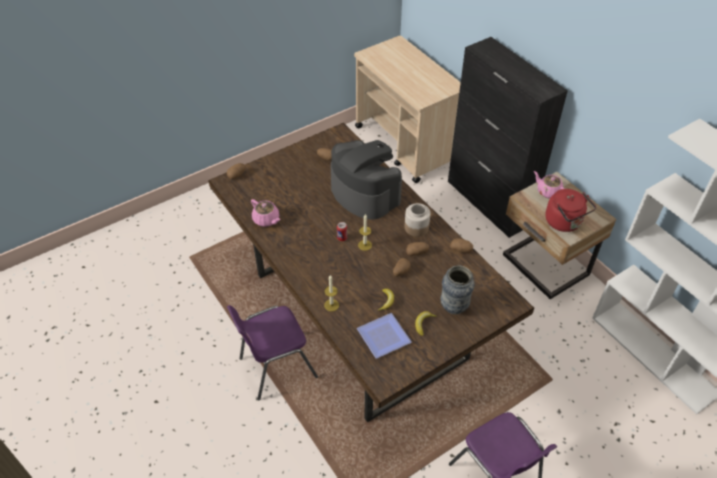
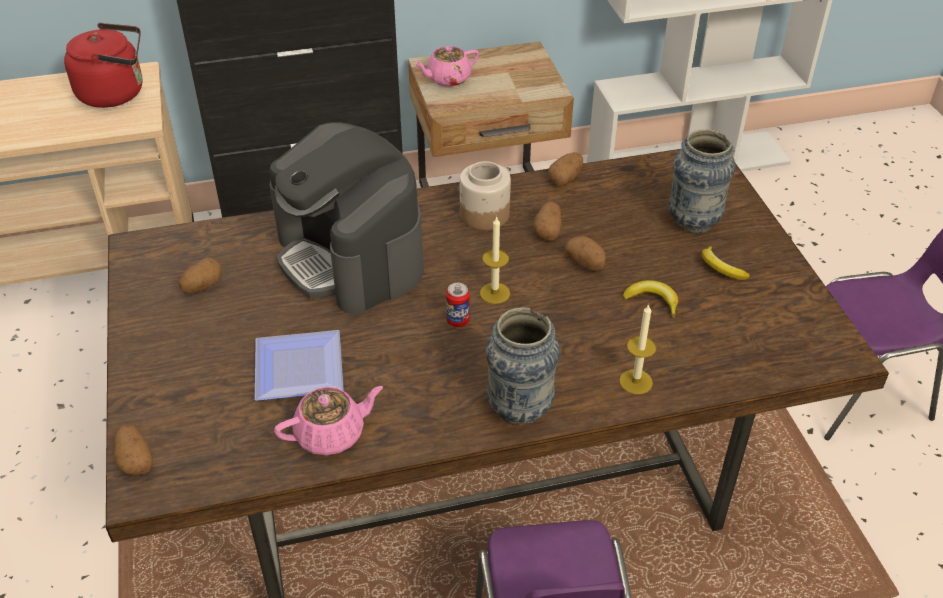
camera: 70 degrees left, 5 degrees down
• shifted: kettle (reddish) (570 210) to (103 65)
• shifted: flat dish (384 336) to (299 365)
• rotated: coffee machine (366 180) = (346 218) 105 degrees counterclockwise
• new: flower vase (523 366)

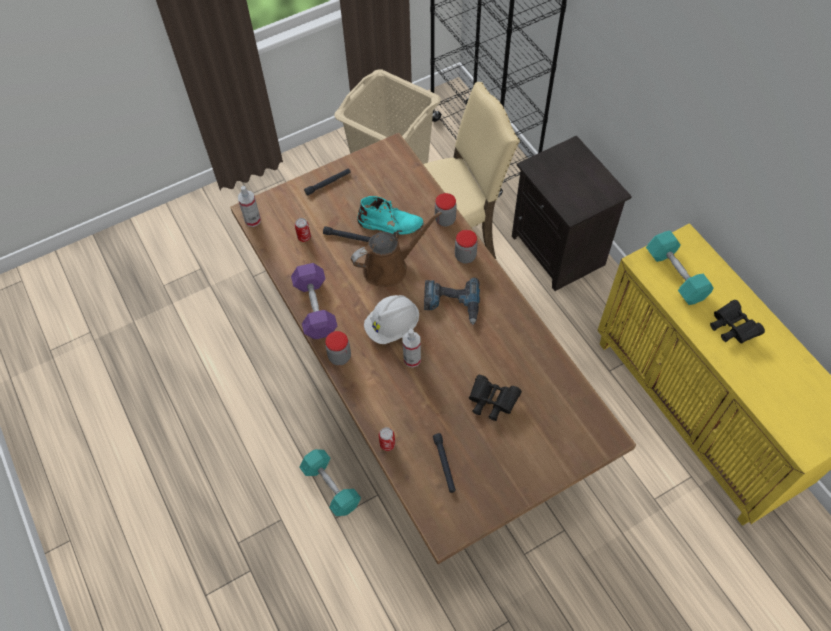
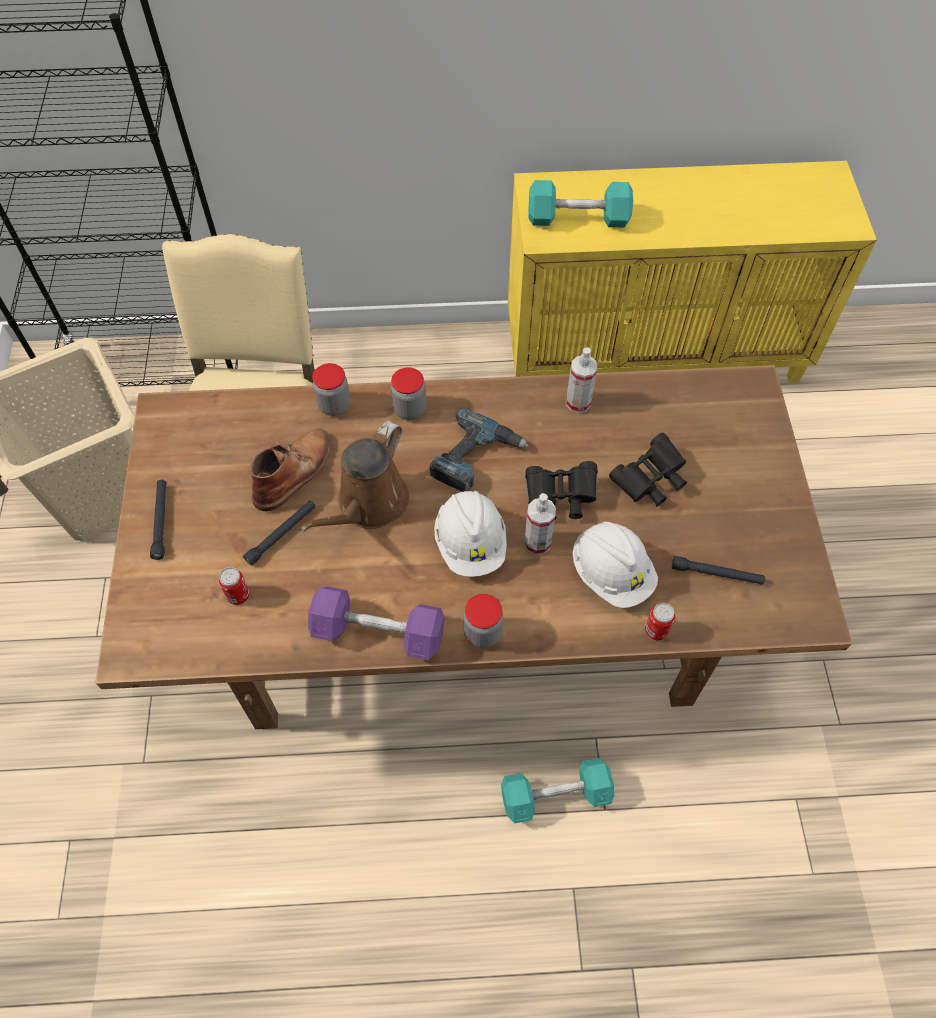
camera: 65 degrees left, 0 degrees up
• repainted: tall boot (blue-green) (390 215) to tall boot (brown) (290 469)
• rotated: sprinkling can (brown) (396 249) = (354 476) 150 degrees counterclockwise
• shifted: pair of binoculars (black) (737 321) to (561 490)
• shifted: sprayer (249 206) to (581 380)
• new: work helmet (whitish) (615 565)
• gone: bedside table (black) (572 213)

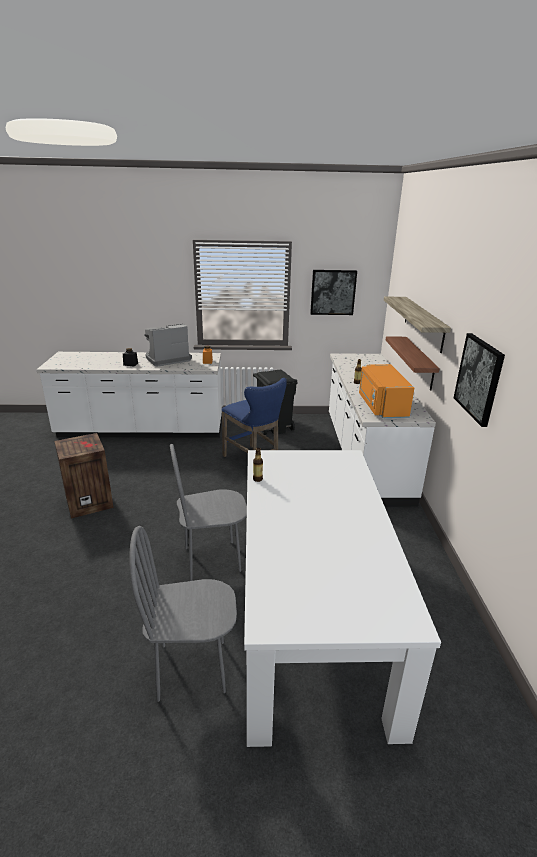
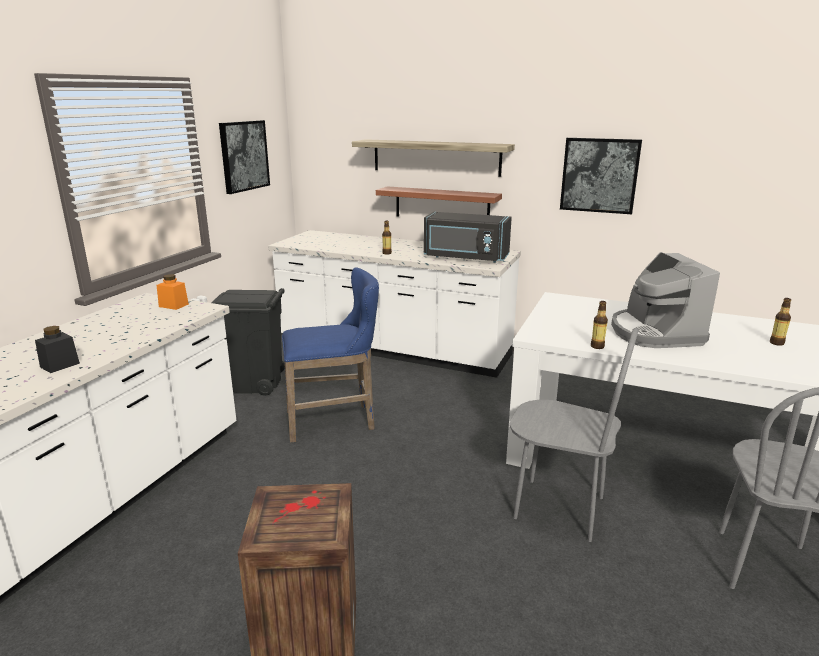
camera: 65 degrees left, 5 degrees down
• repainted: microwave oven (orange) (386 391) to microwave oven (black) (468 237)
• rotated: upright chair (grey) (208 512) = (574 435) 75 degrees counterclockwise
• shifted: coffee machine (168 345) to (665 300)
• new: bottle (780 322)

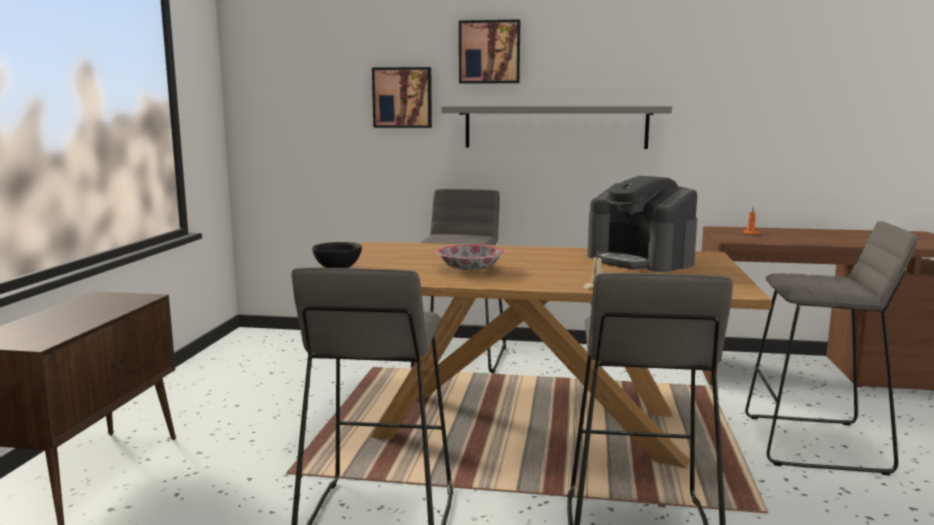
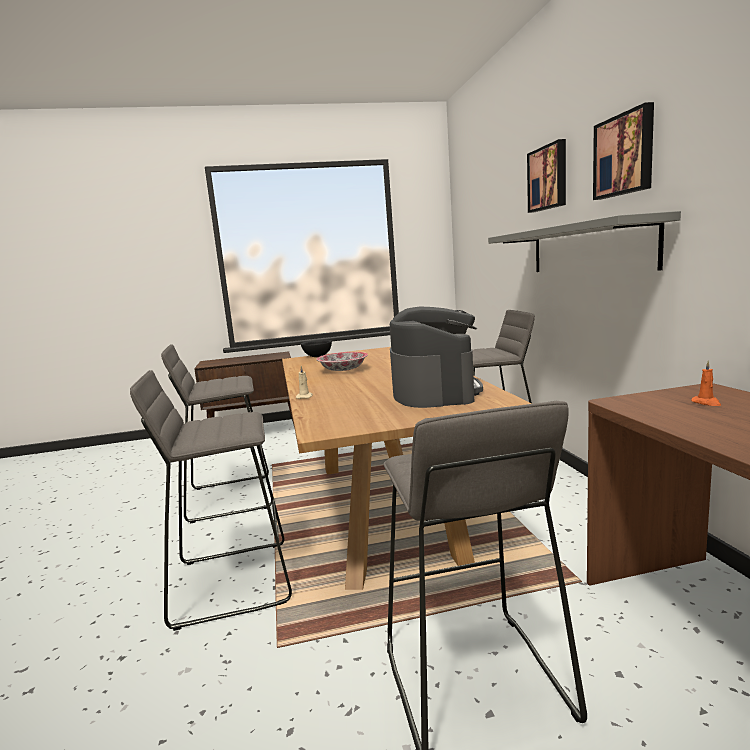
camera: 70 degrees right, 0 degrees up
• rotated: coffee machine (642 224) = (436 357) 150 degrees clockwise
• shifted: wall picture (402 97) to (623 151)

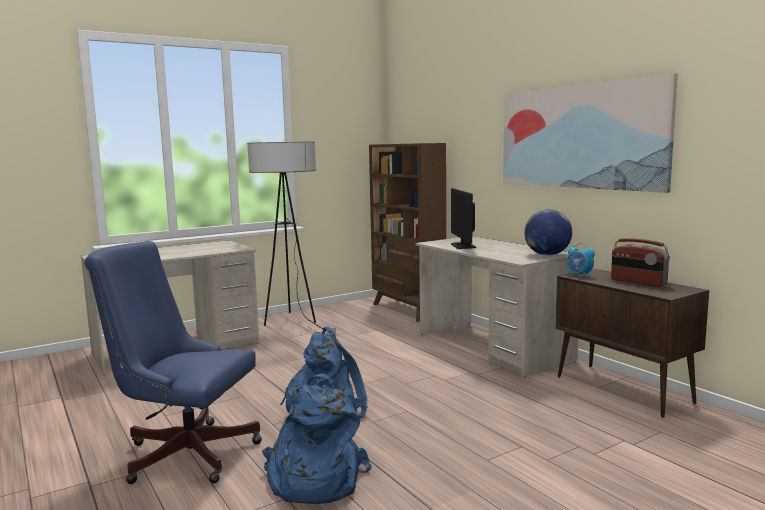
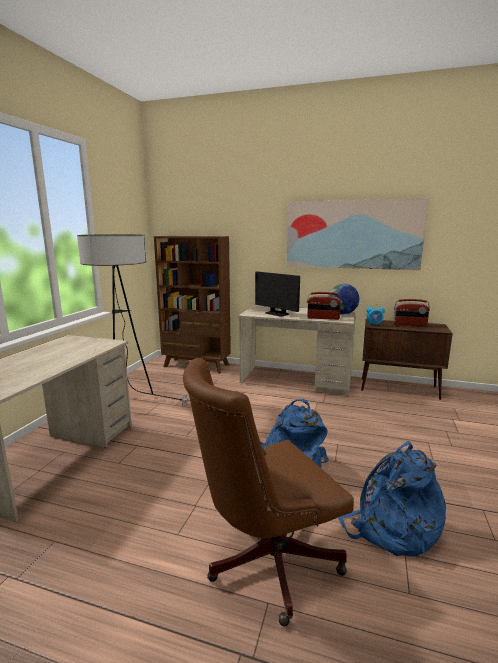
camera: 40 degrees left, 5 degrees up
• repainted: office chair (blue-coloured) (173 362) to office chair (brown) (268 492)
• new: radio set (324 306)

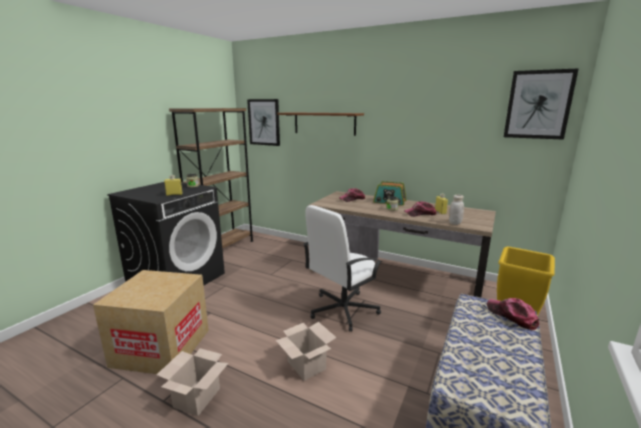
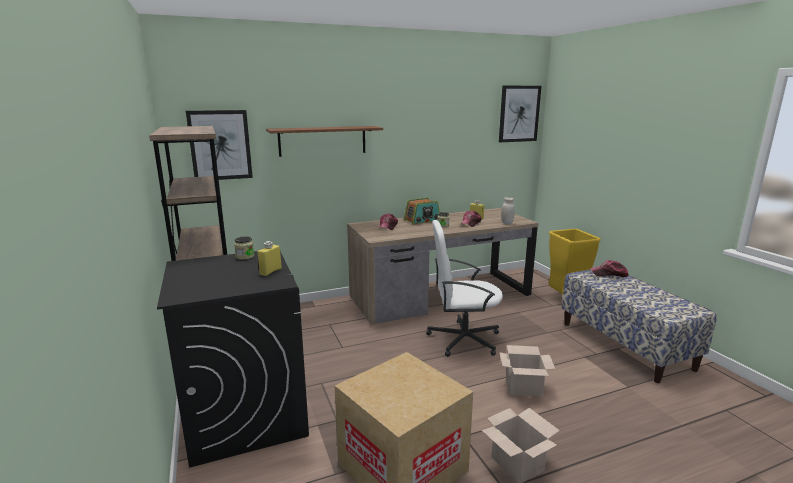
camera: 50 degrees left, 0 degrees up
• rotated: office chair (whitish) (343 268) = (464 288) 90 degrees clockwise

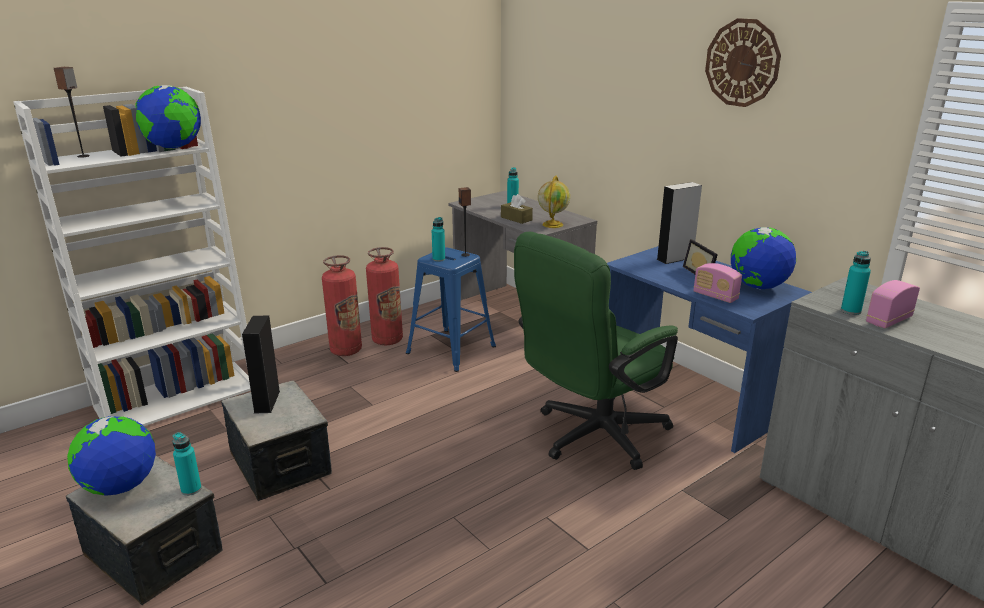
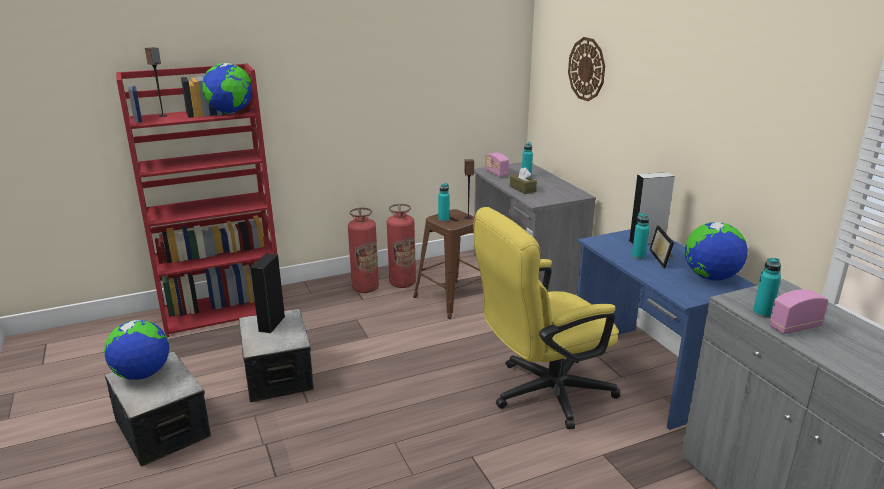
camera: 15 degrees right, 0 degrees up
• repainted: bookshelf (whitish) (132 256) to bookshelf (reddish) (200 200)
• repainted: stool (blue-coloured) (451 310) to stool (brown) (447 264)
• repainted: office chair (greenish) (596 351) to office chair (yellow) (547 318)
• shifted: radio set (718 283) to (497 164)
• shifted: wall clock (743 62) to (586 69)
• shifted: bottle (blue-green) (187 464) to (641 236)
• gone: globe (554 202)

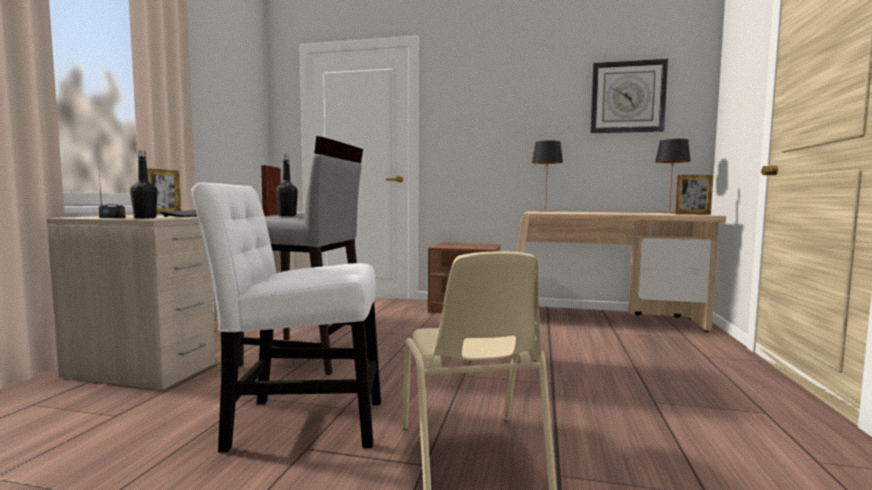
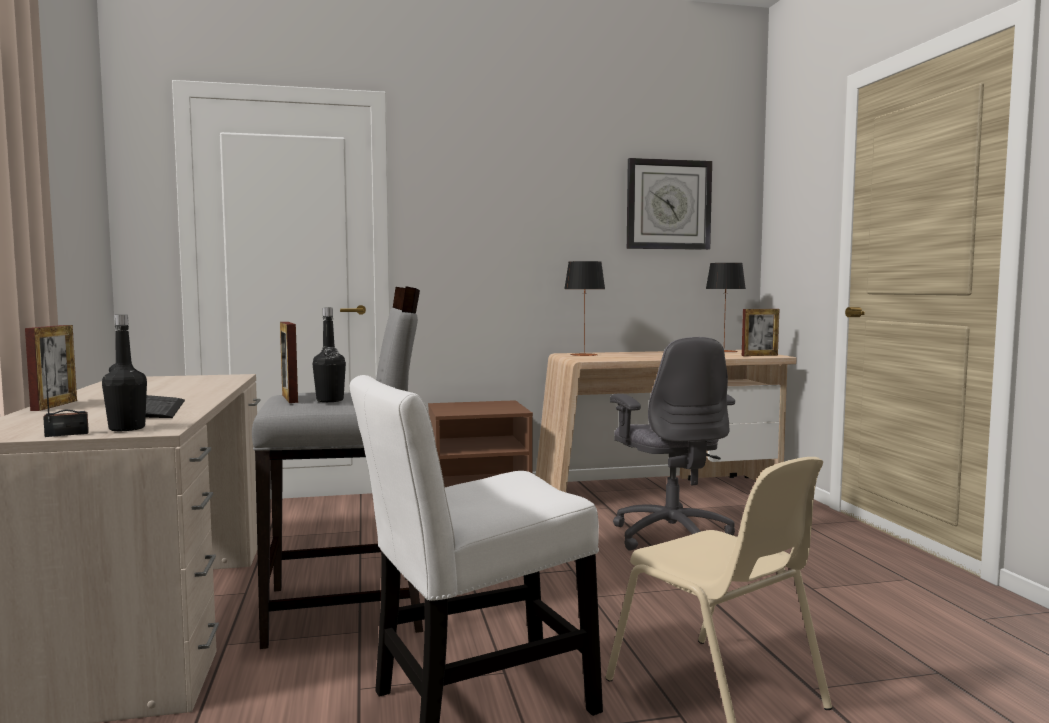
camera: 25 degrees left, 0 degrees up
• new: office chair (grey) (672 444)

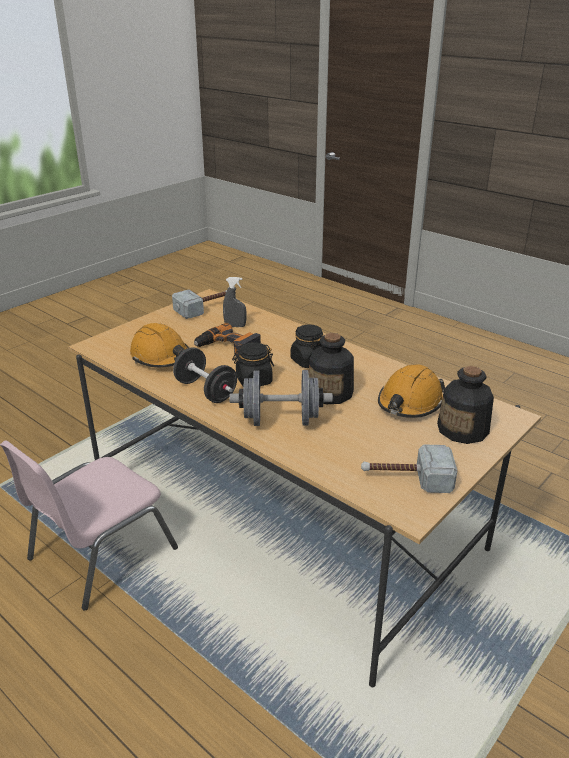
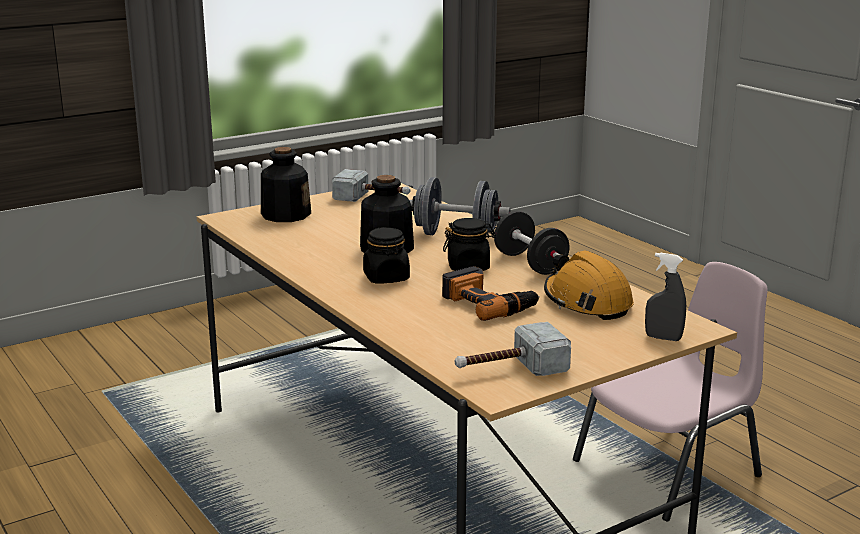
camera: 165 degrees left, 10 degrees down
• shifted: sprayer (grey) (234 302) to (665 297)
• gone: work helmet (orange) (411 391)

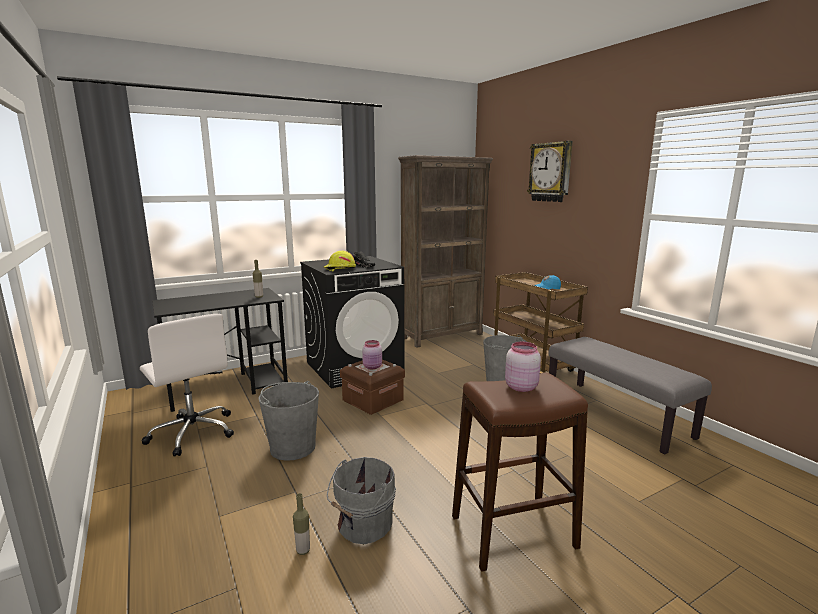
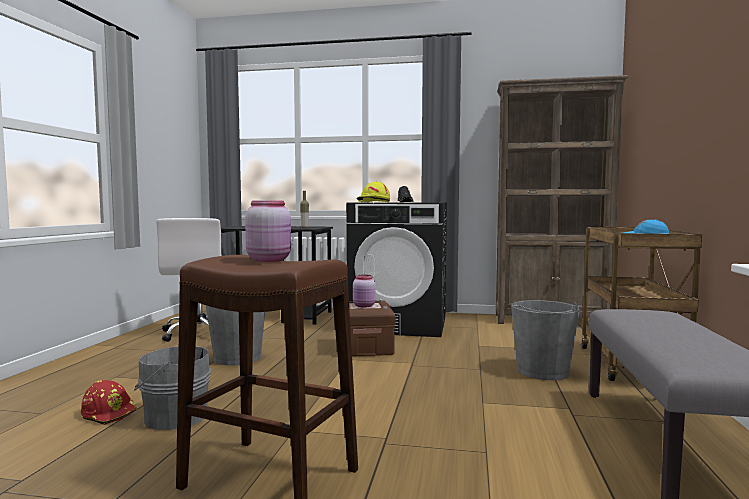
camera: 40 degrees right, 10 degrees down
• swapped: bottle (301 524) to work helmet (reddish) (109 402)
• gone: wall clock (550 171)

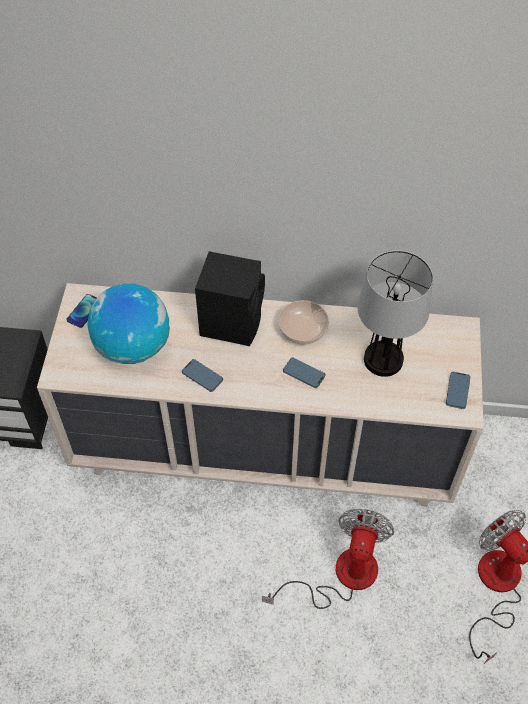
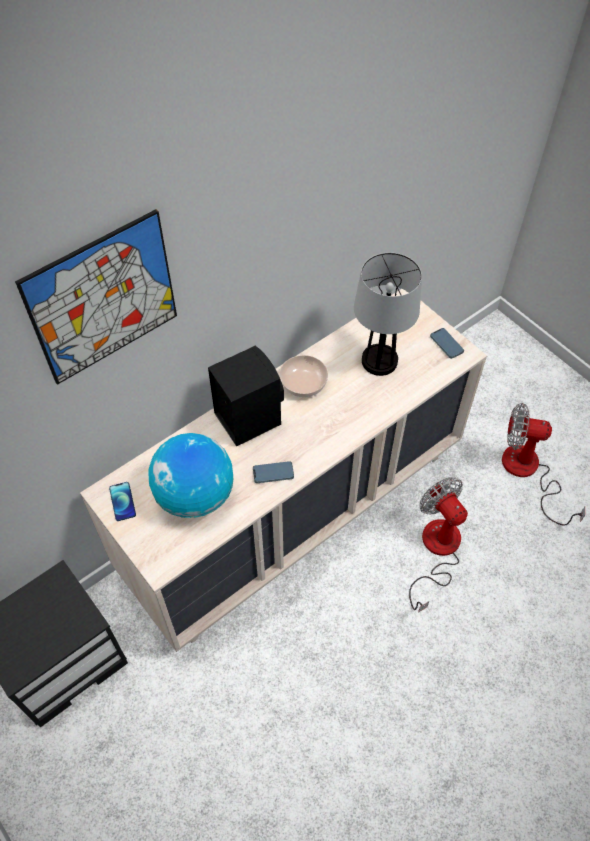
camera: 45 degrees left, 0 degrees up
• new: wall picture (96 297)
• gone: handset (304 372)

